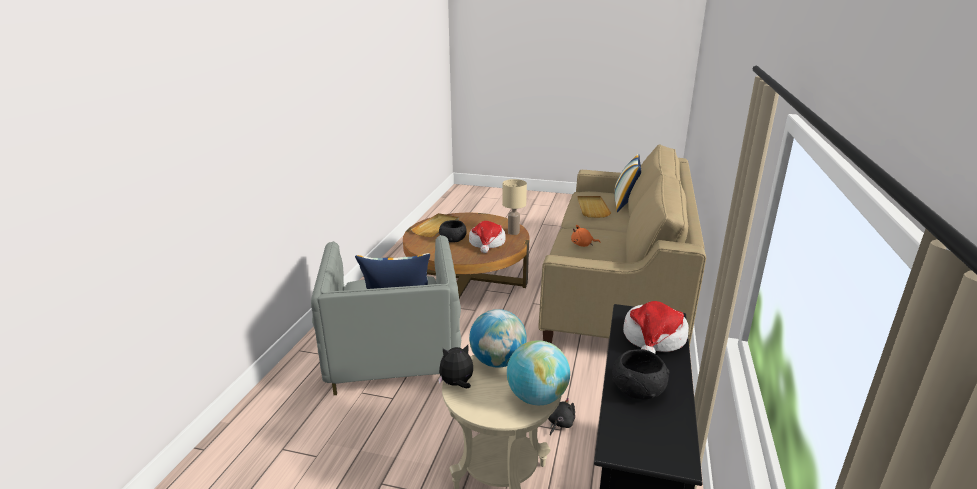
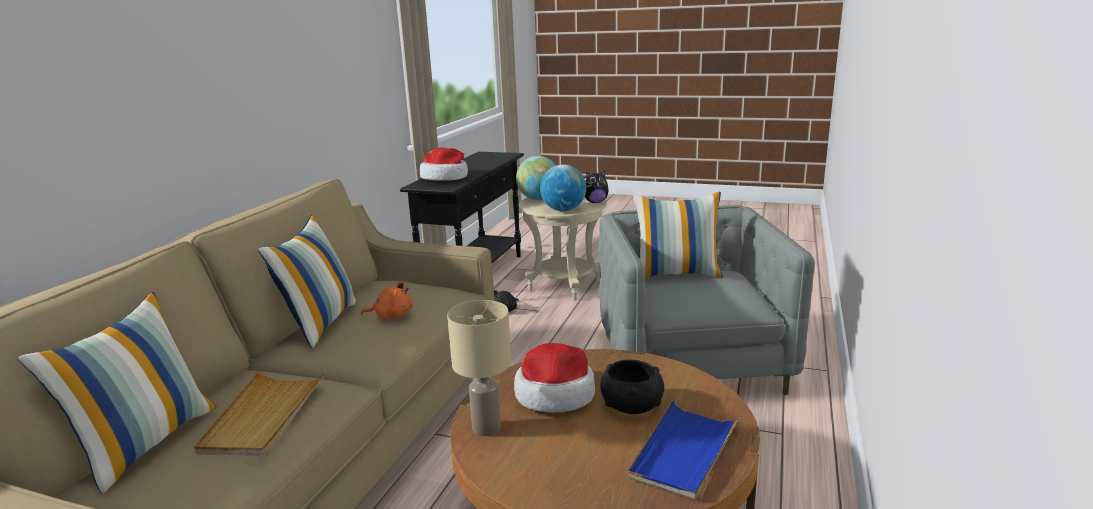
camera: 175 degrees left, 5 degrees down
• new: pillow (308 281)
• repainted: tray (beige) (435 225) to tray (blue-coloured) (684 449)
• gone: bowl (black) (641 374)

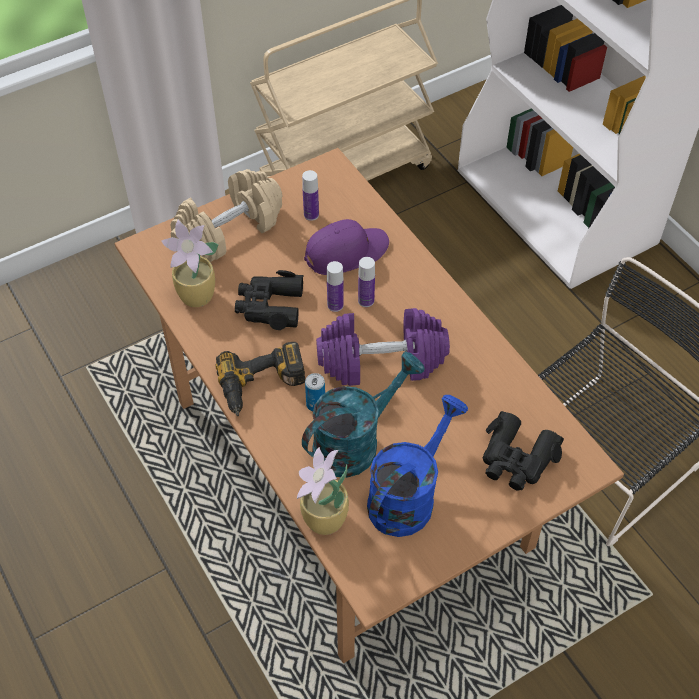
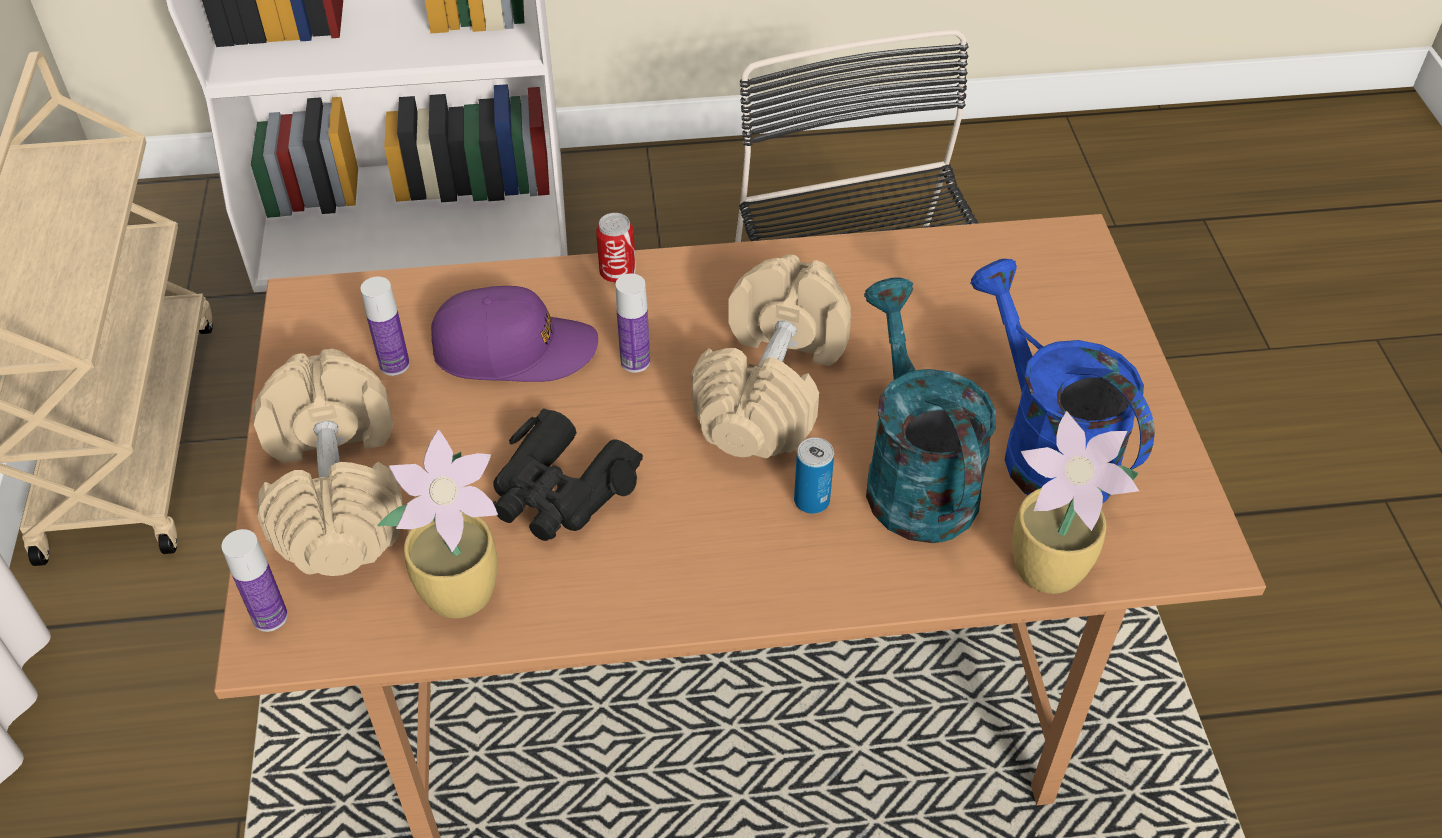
camera: 65 degrees left, 5 degrees down
• shifted: bottle (335 286) to (254 580)
• rotated: peaked cap (purplish) (346 247) = (514 334) 90 degrees clockwise
• new: sealed can (616 248)
• repainted: free weight (purplish) (383 347) to free weight (beige) (771 356)
• gone: drill (260 379)
• gone: pair of binoculars (black) (523 451)

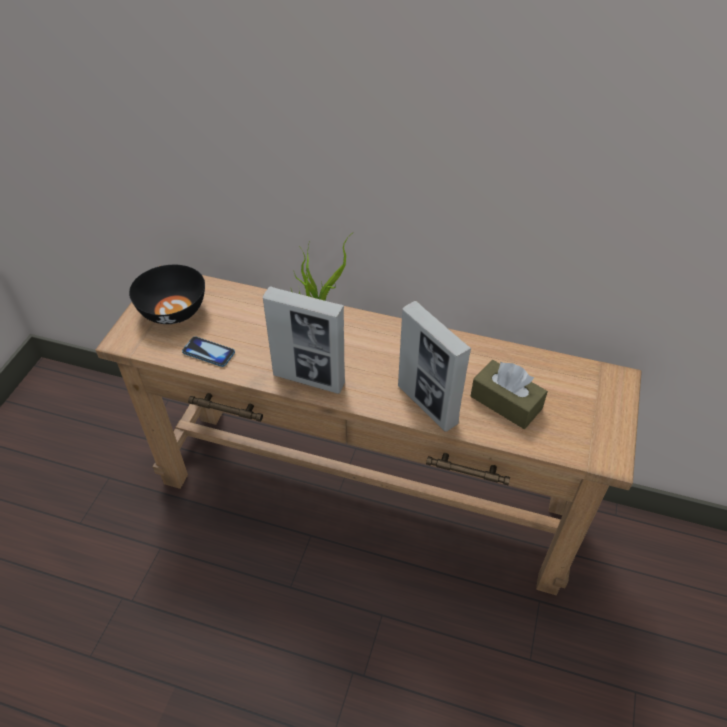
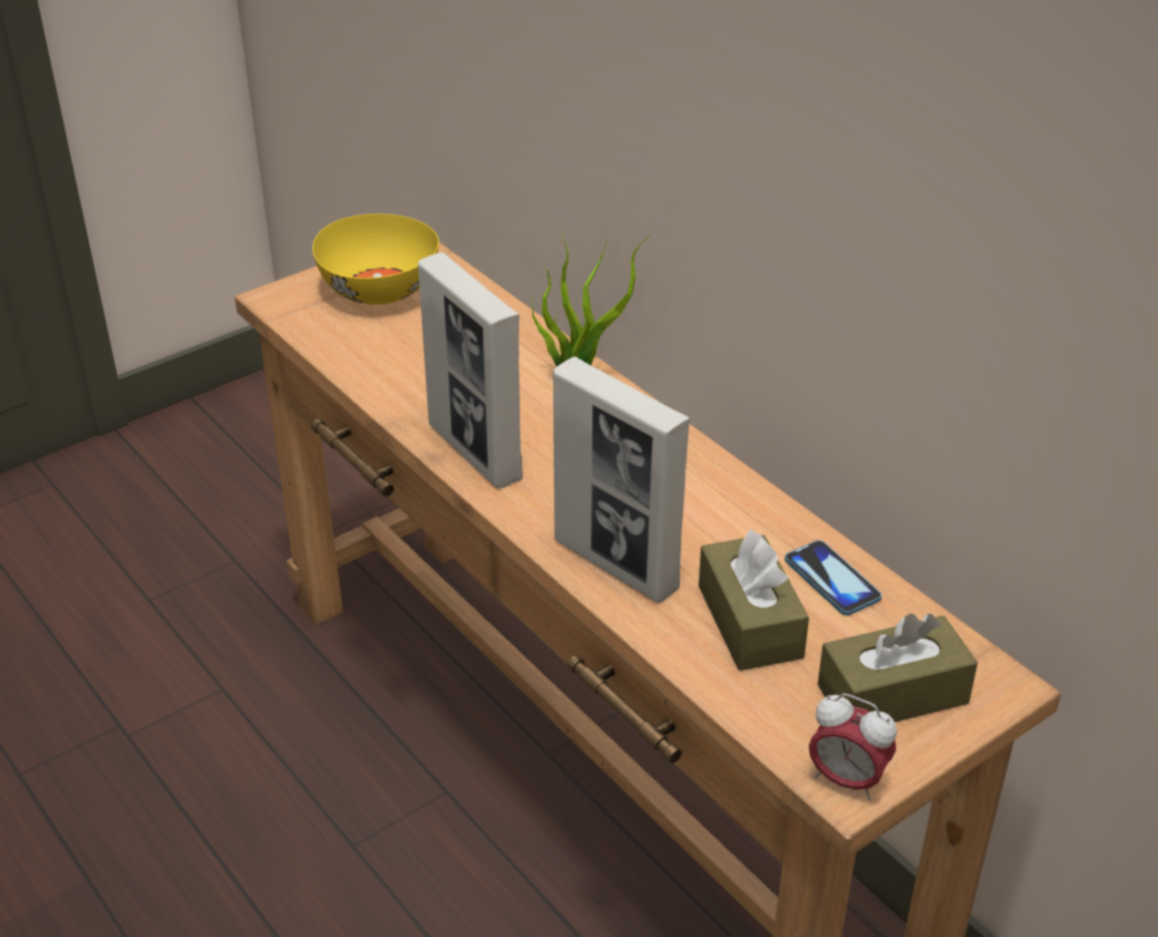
camera: 35 degrees right, 10 degrees down
• repainted: bowl (black) (167 294) to bowl (yellow) (375 259)
• rotated: photo frame (434 366) = (621 480) 45 degrees counterclockwise
• shifted: handset (208 352) to (833 577)
• new: alarm clock (853 746)
• new: tissue holder (brown) (898 667)

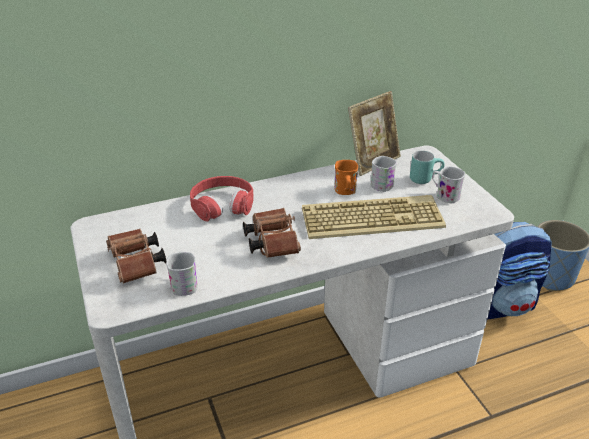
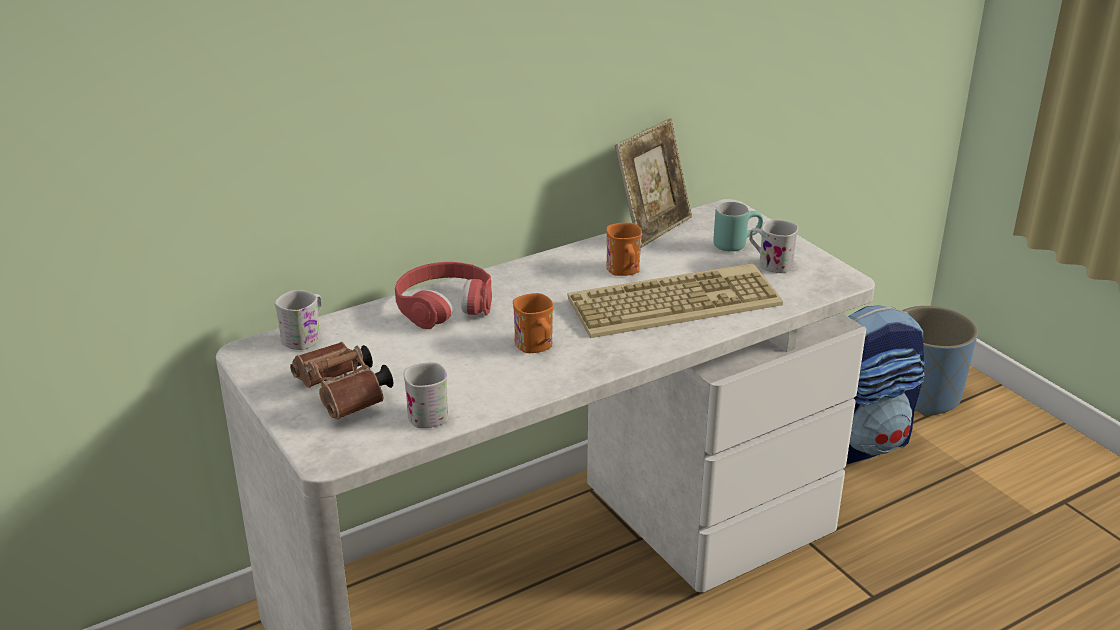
camera: 10 degrees left, 5 degrees down
• shifted: coffee mug (whitish) (384 174) to (298 320)
• swapped: pair of binoculars (brown) (272 233) to coffee mug (orange) (533 323)

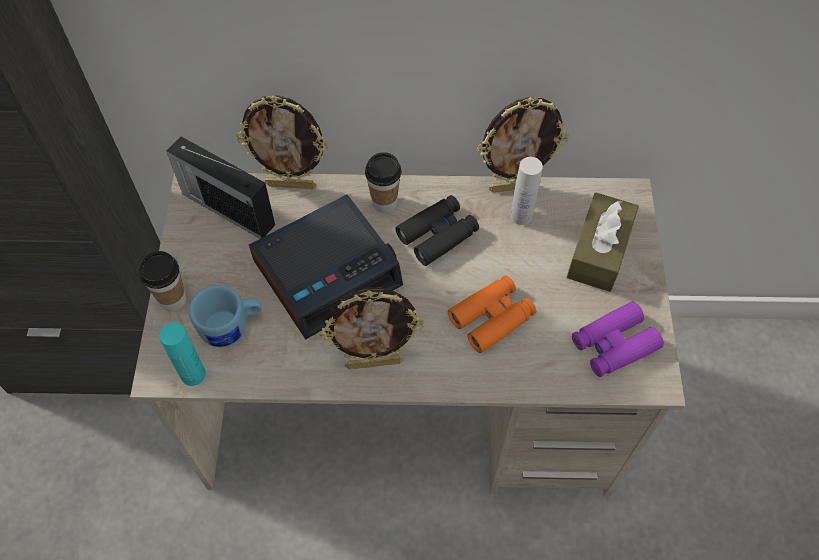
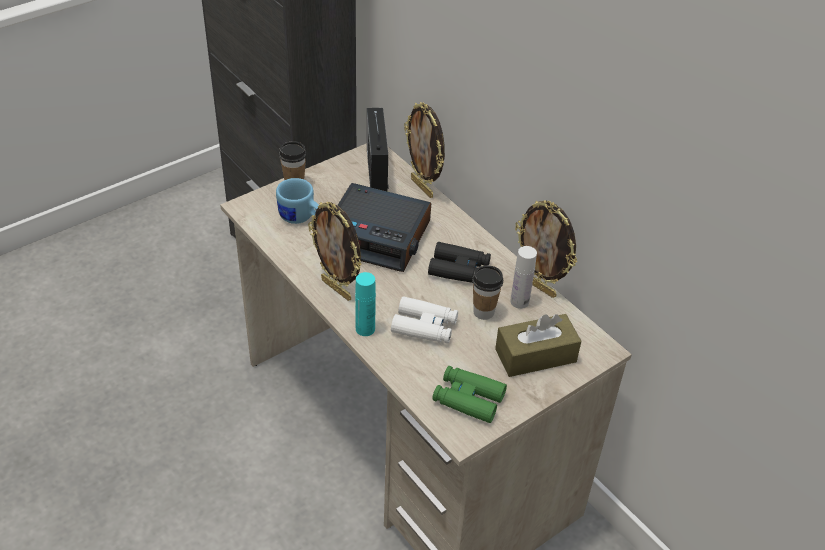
camera: 50 degrees right, 15 degrees down
• shifted: bottle (blue-green) (182 354) to (365 304)
• repainted: pair of binoculars (orange) (492 314) to pair of binoculars (whitish) (424 320)
• repainted: pair of binoculars (purplish) (618 339) to pair of binoculars (greenish) (469 394)
• shifted: cup (383 182) to (487 293)

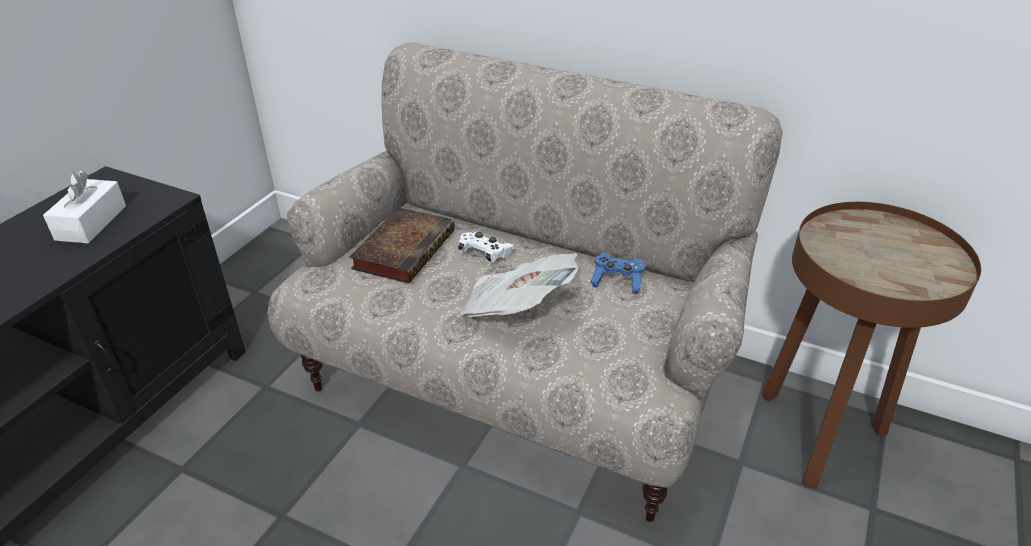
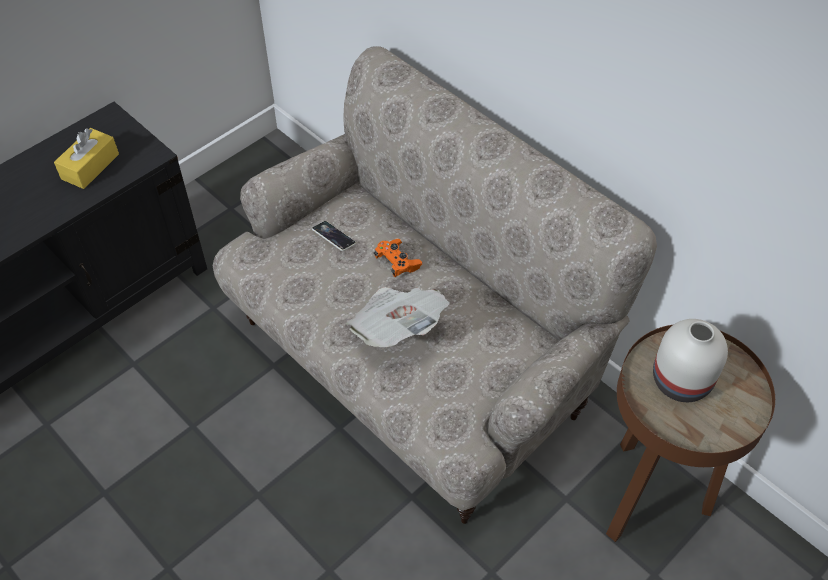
camera: 20 degrees right, 15 degrees up
• repainted: tissue holder (whitish) (84 207) to tissue holder (yellow) (86 158)
• swapped: book (402 245) to handset (334 236)
• repainted: game controller (whitish) (486 248) to game controller (orange) (398 258)
• new: flower vase (whitish) (690 360)
• gone: game controller (blue-coloured) (618 273)

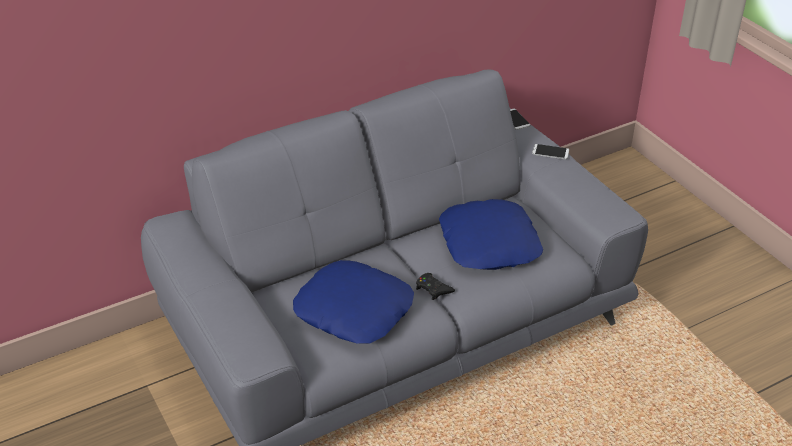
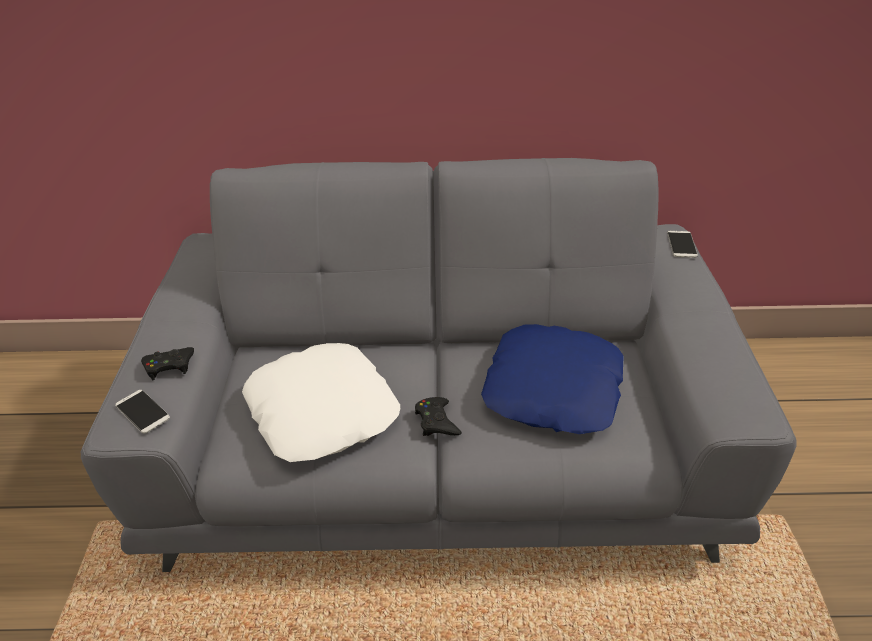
camera: 30 degrees right, 0 degrees up
• shifted: handset (550 151) to (142 412)
• new: game controller (black) (167 364)
• repainted: pillow (blue-coloured) (353 302) to pillow (whitish) (321 402)

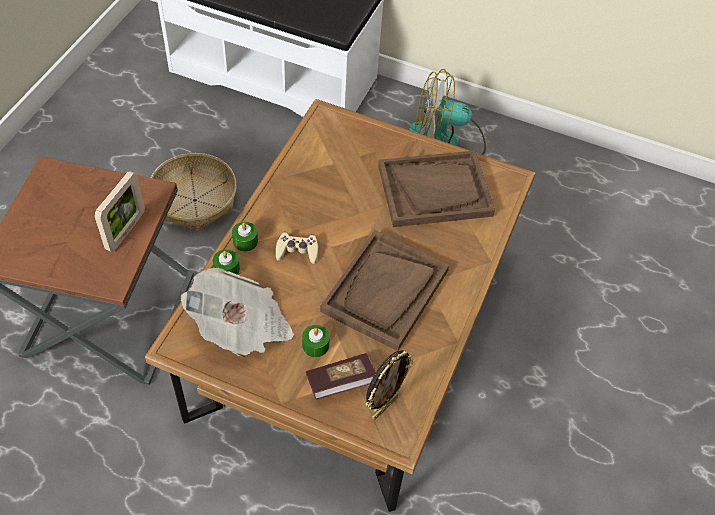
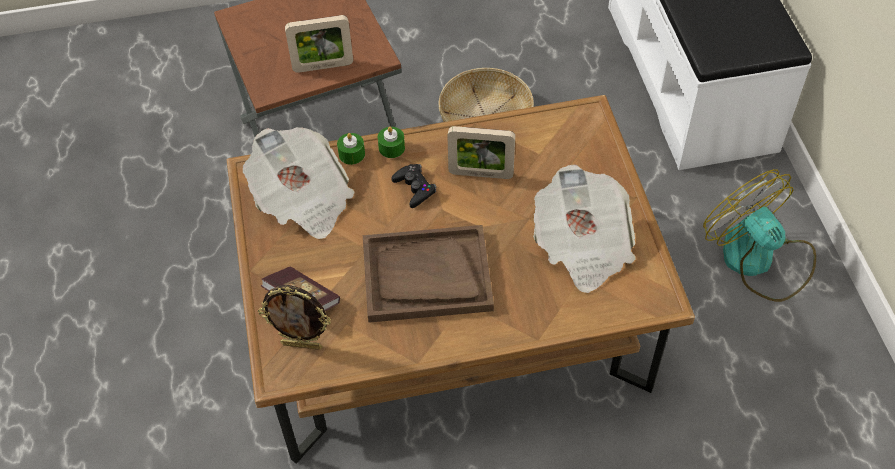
camera: 60 degrees right, 0 degrees up
• repainted: game controller (beige) (297 248) to game controller (black) (414 186)
• new: photo frame (481 152)
• swapped: tray (brown) (436 189) to printed paper (584 229)
• gone: wax light (greenish) (315 341)

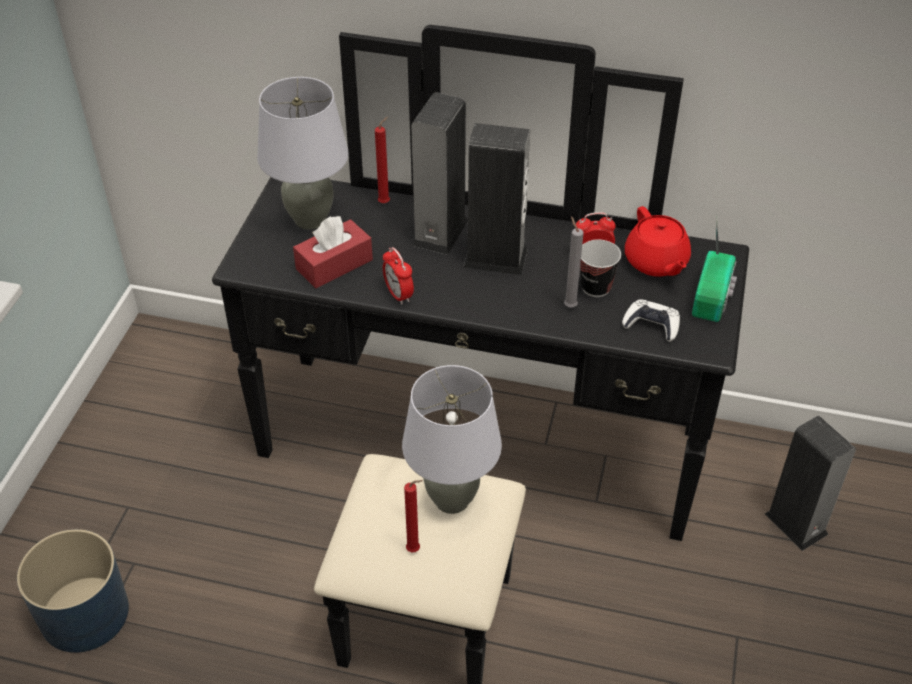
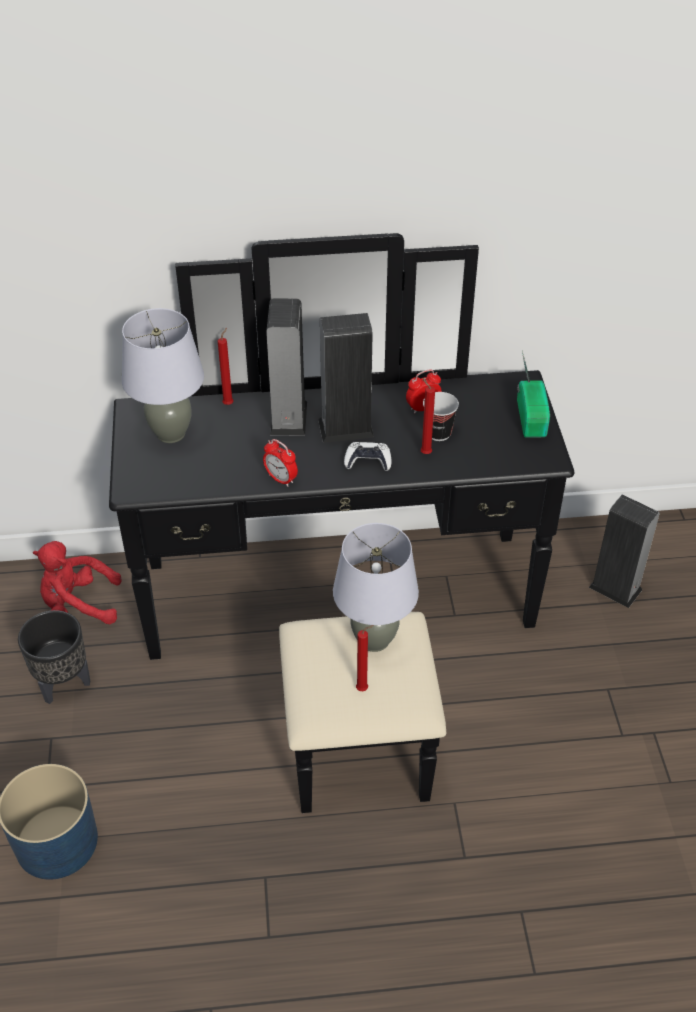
camera: 20 degrees left, 0 degrees up
• new: planter (black) (54 657)
• new: plush toy (reddish) (77 582)
• shifted: game controller (whitish) (651 320) to (368 456)
• repainted: wax light (grey) (574 261) to wax light (reddish) (428 416)
• gone: tissue holder (reddish) (333 252)
• gone: teapot (reddish) (658 241)

